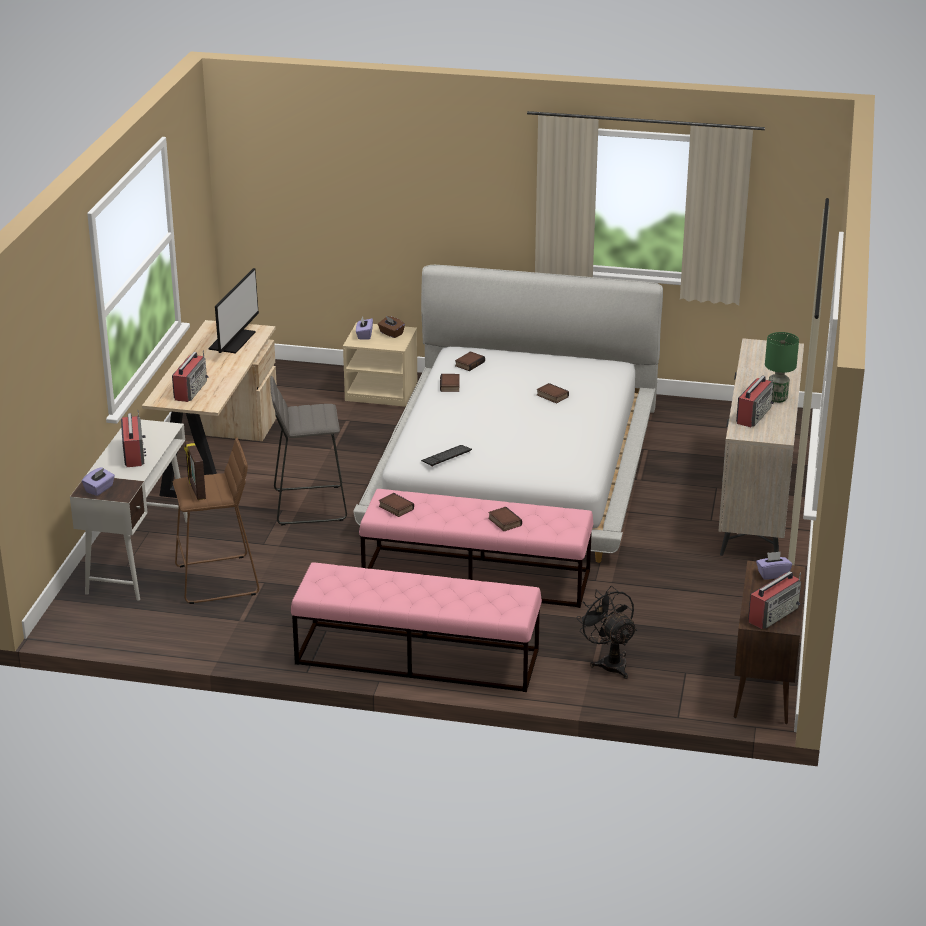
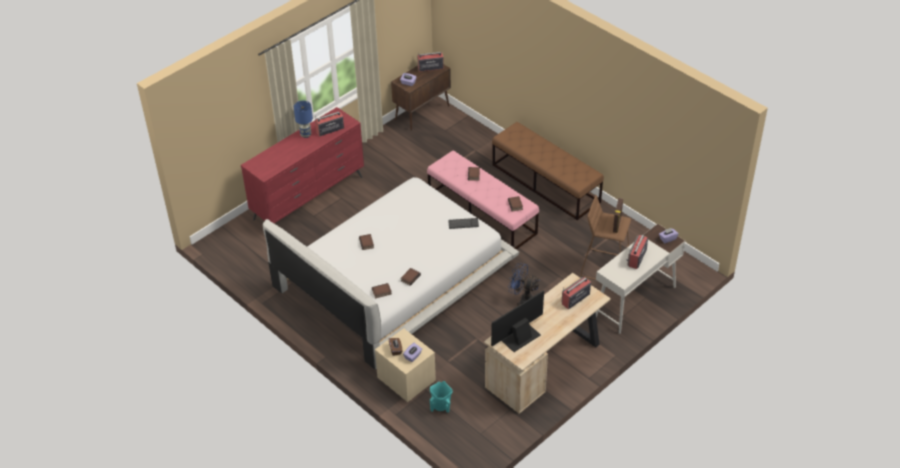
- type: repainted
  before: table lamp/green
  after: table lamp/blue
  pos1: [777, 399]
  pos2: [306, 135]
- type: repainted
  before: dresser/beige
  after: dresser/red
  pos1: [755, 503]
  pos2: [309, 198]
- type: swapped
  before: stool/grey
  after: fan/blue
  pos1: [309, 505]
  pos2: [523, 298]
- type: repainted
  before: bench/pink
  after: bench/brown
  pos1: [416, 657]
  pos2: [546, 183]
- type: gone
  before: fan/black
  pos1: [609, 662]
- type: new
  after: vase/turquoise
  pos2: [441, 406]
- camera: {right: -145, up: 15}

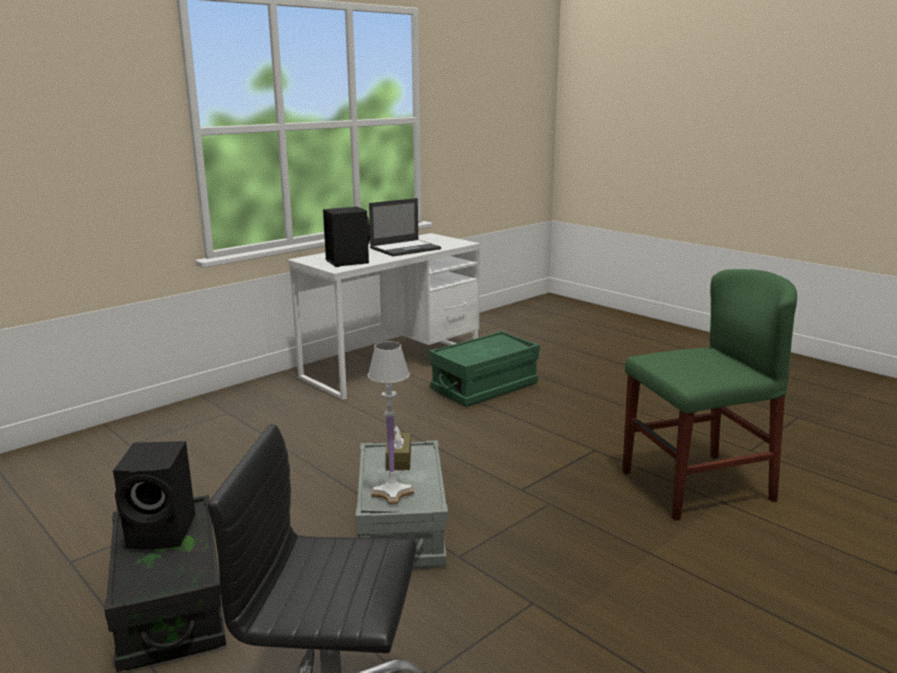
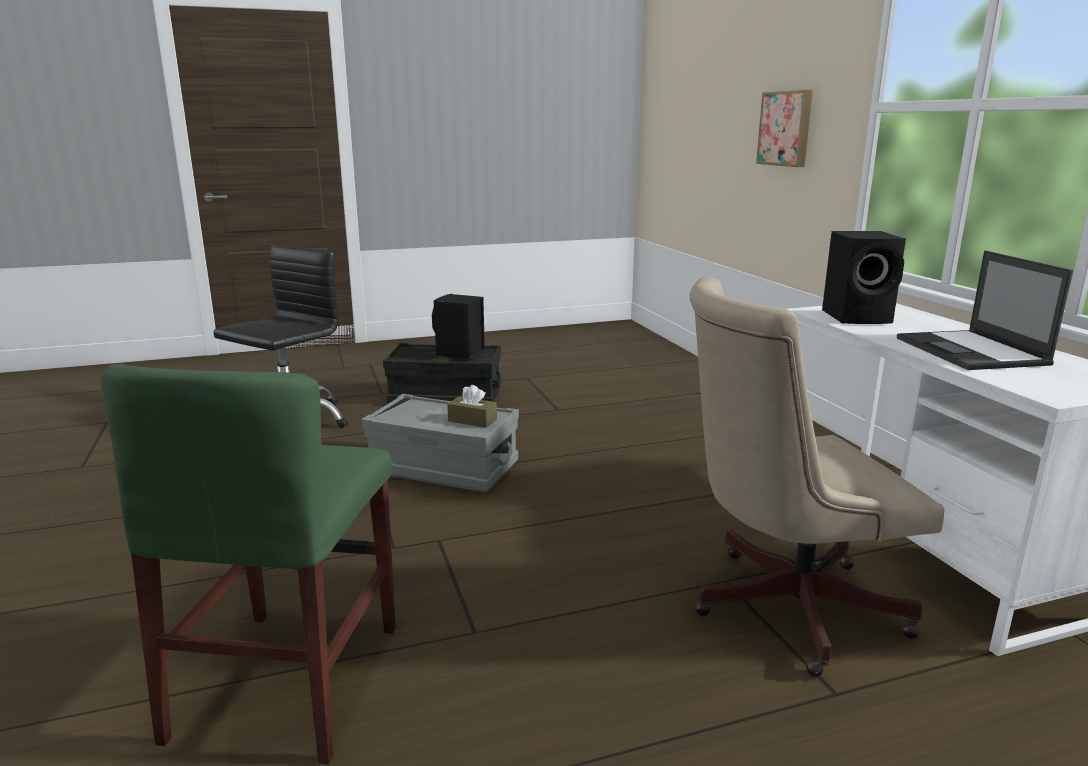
- type: swapped
  before: storage box/green
  after: office chair/beige
  pos1: [484, 387]
  pos2: [782, 606]
- type: gone
  before: table lamp/white
  pos1: [392, 493]
- type: new
  after: picture
  pos2: [786, 128]
- camera: {right: 115, up: 0}

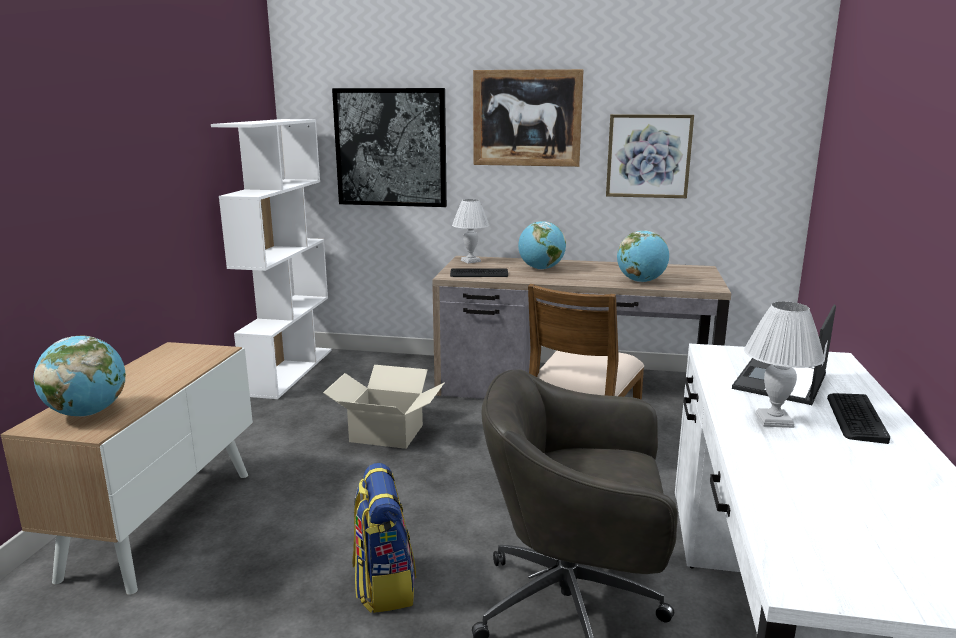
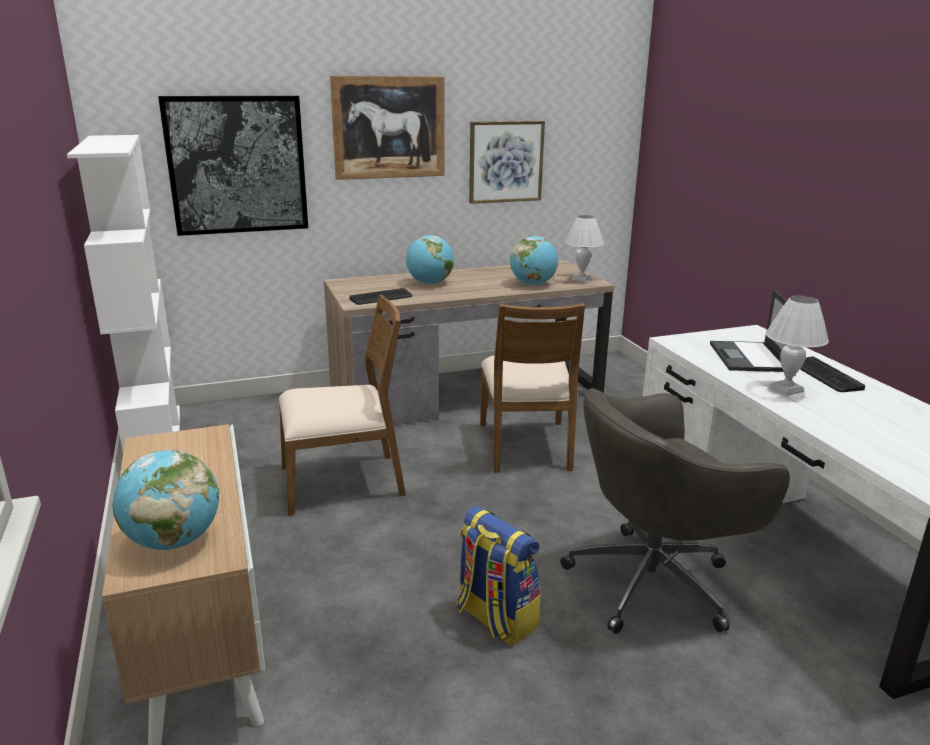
- type: shifted
  before: table lamp/white
  pos1: [470, 261]
  pos2: [581, 279]
- type: swapped
  before: cardboard box
  after: chair/brown
  pos1: [386, 433]
  pos2: [343, 482]
- camera: {right: -30, up: 5}

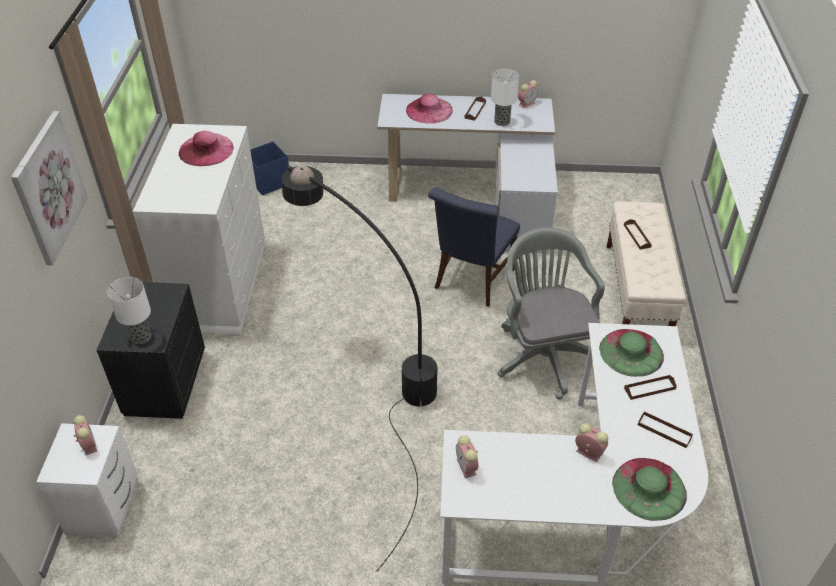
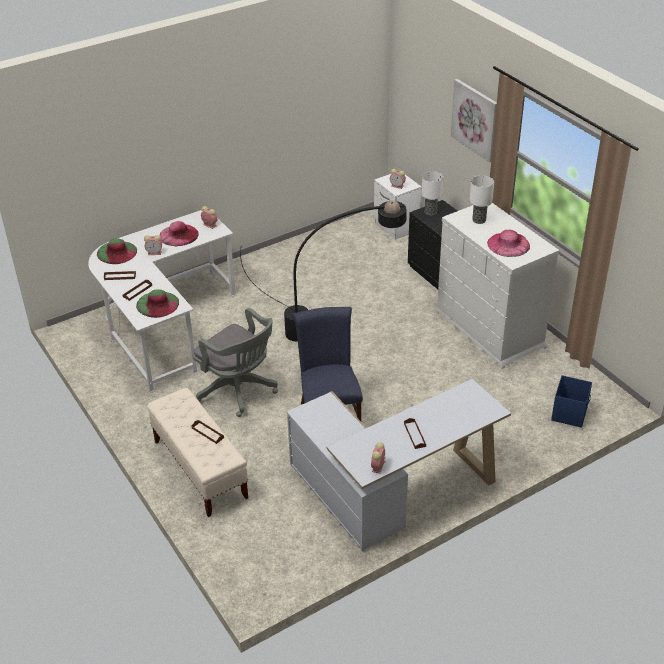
- type: shifted
  before: table lamp
  pos1: [502, 121]
  pos2: [479, 220]
- type: shifted
  before: hat/pink
  pos1: [429, 110]
  pos2: [179, 235]
- camera: {right: 145, up: -5}

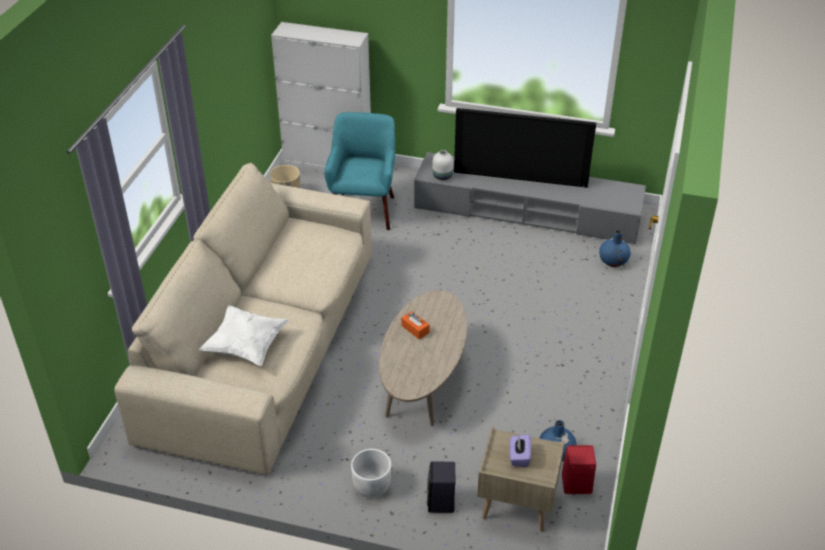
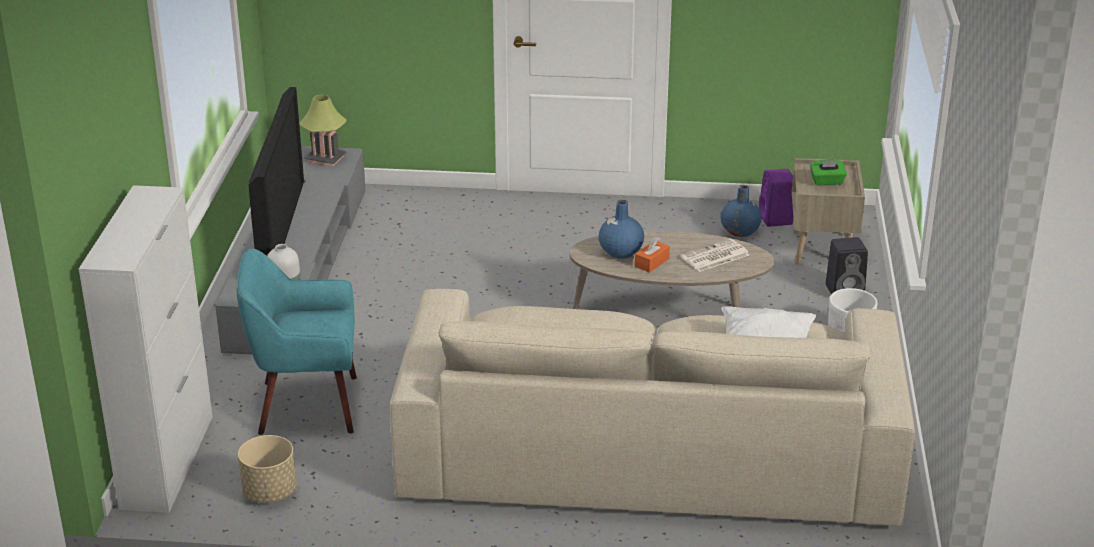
- type: shifted
  before: vase/blue
  pos1: [613, 261]
  pos2: [620, 251]
- type: repainted
  before: tissue box/purple
  after: tissue box/green
  pos1: [519, 457]
  pos2: [827, 182]
- type: repainted
  before: speaker/red
  after: speaker/purple
  pos1: [575, 484]
  pos2: [776, 220]
- type: new
  after: table lamp
  pos2: [325, 159]
- type: new
  after: newspaper
  pos2: [714, 257]
- camera: {right: -100, up: -10}

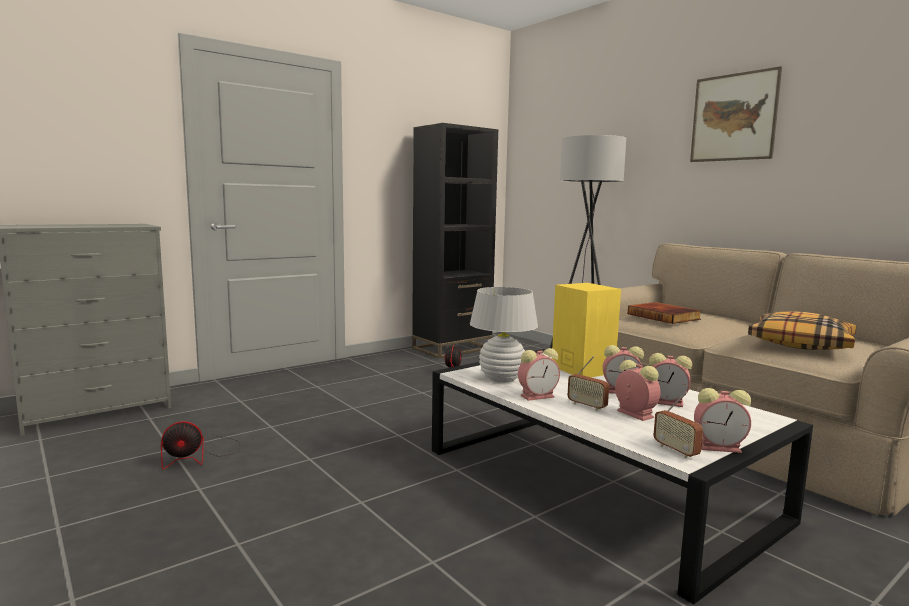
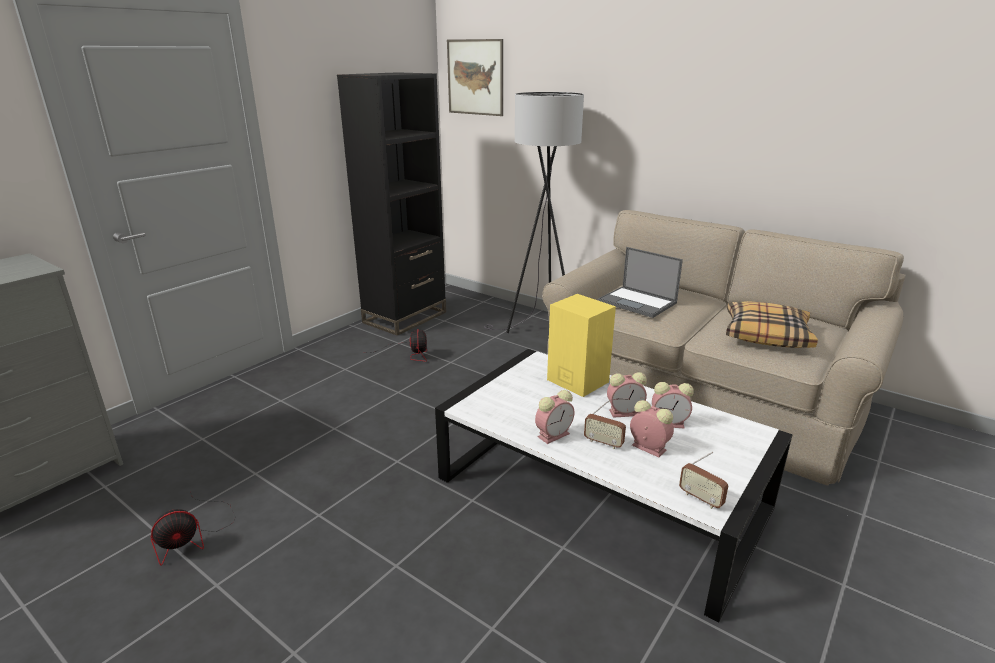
- type: shifted
  before: picture
  pos1: [733, 117]
  pos2: [475, 77]
- type: gone
  before: table lamp/white
  pos1: [502, 379]
- type: swapped
  before: book
  after: laptop
  pos1: [664, 316]
  pos2: [638, 302]
- type: gone
  before: alarm clock
  pos1: [720, 447]
- camera: {right: -15, up: 15}

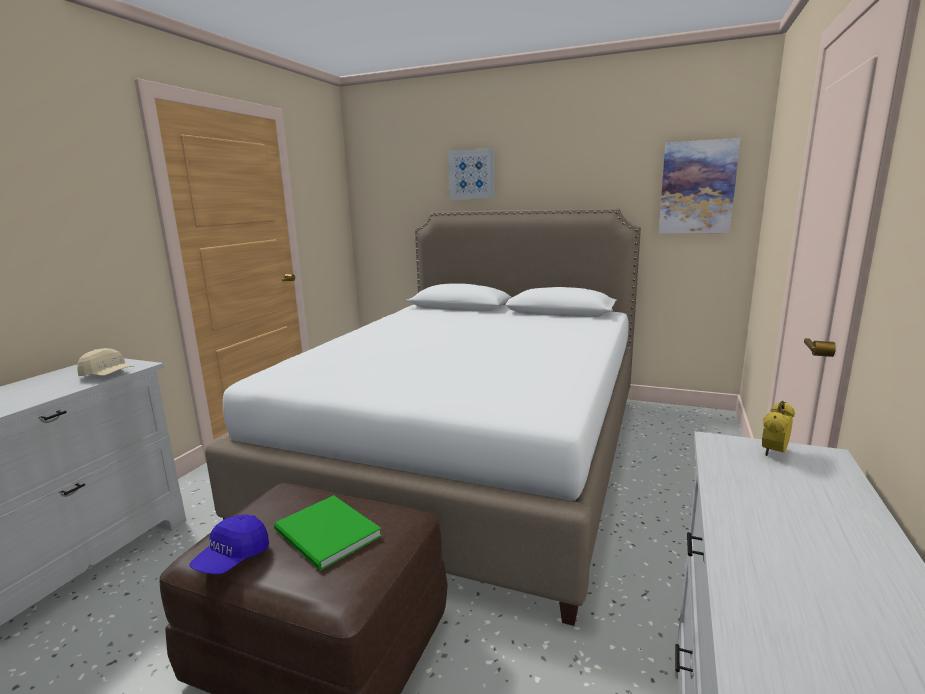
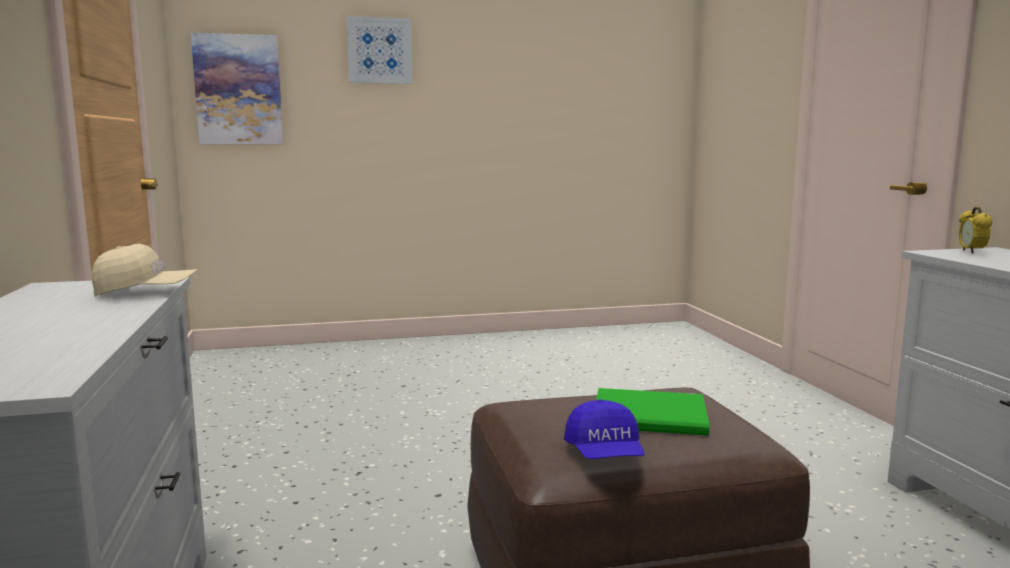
- type: shifted
  before: picture
  pos1: [697, 187]
  pos2: [238, 90]
- type: gone
  before: bed/white
  pos1: [471, 453]
- camera: {right: -35, up: -5}

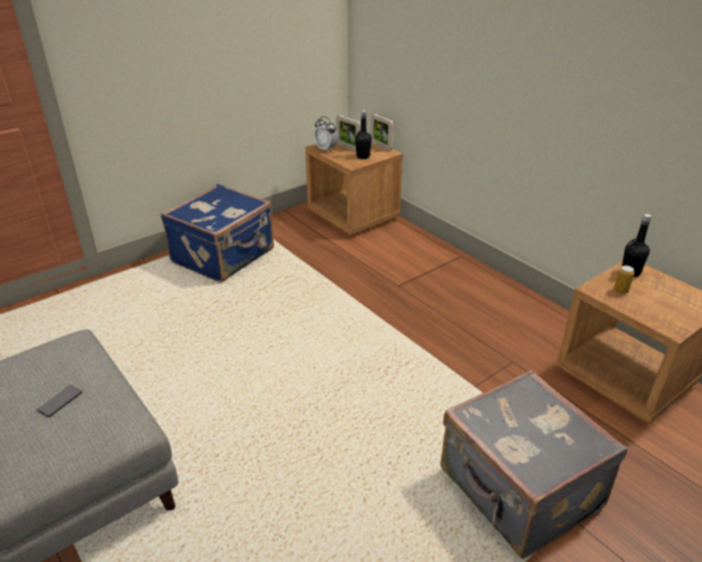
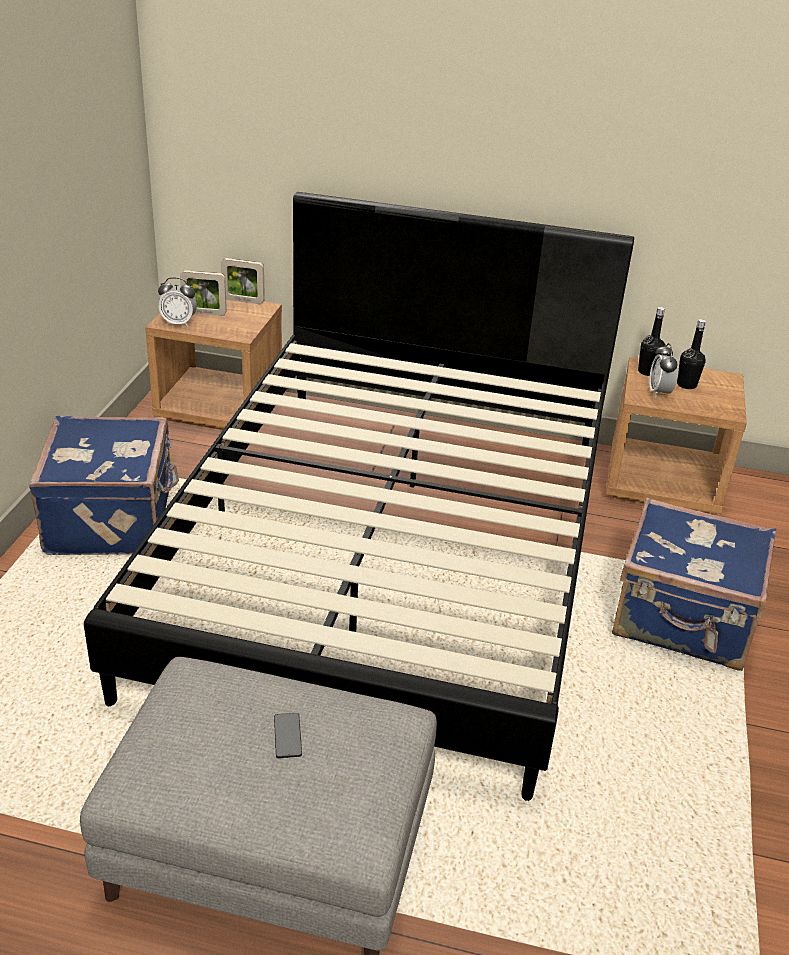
- type: shifted
  before: bottle/black
  pos1: [363, 156]
  pos2: [686, 385]
- type: swapped
  before: can
  after: alarm clock
  pos1: [621, 291]
  pos2: [659, 392]
- type: repainted
  before: suitcase/grey
  after: suitcase/blue
  pos1: [518, 491]
  pos2: [683, 621]
- type: new
  after: bed/black
  pos2: [391, 554]
- camera: {right: -40, up: 0}

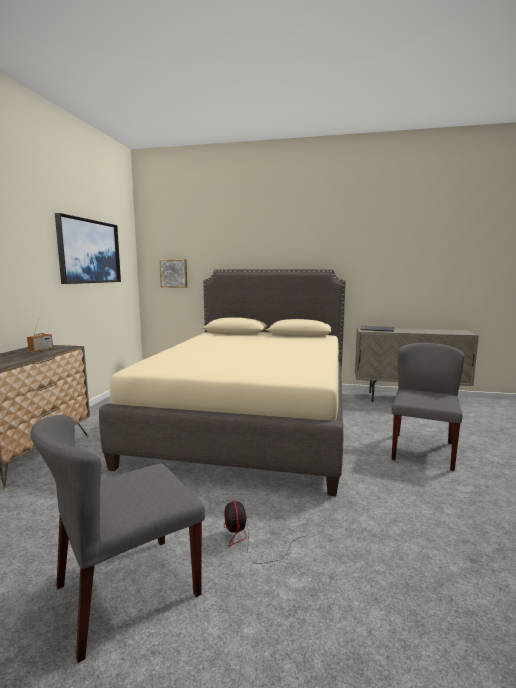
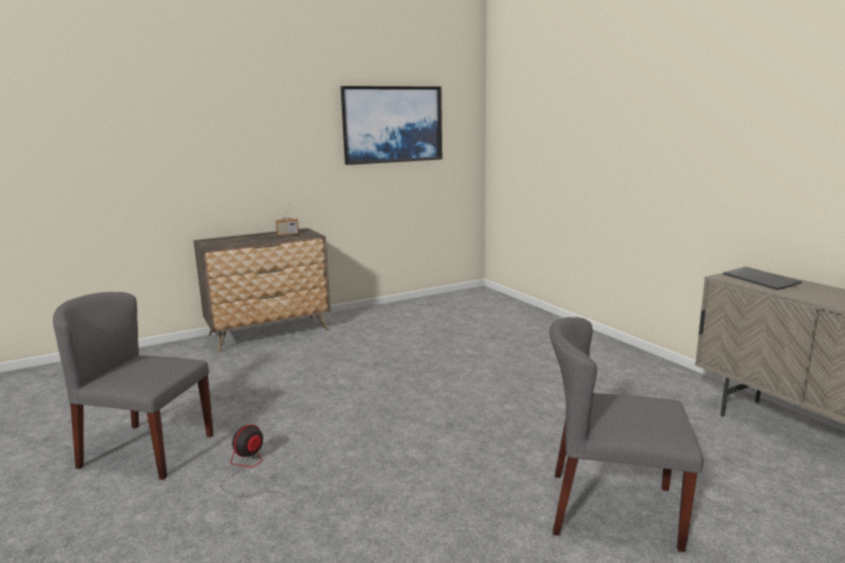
- type: gone
  before: picture
  pos1: [174, 273]
- type: gone
  before: bed/beige
  pos1: [251, 420]
- type: rotated
  before: chair/grey
  pos1: [422, 450]
  pos2: [612, 510]
  turn: -150
- camera: {right: 50, up: 5}

